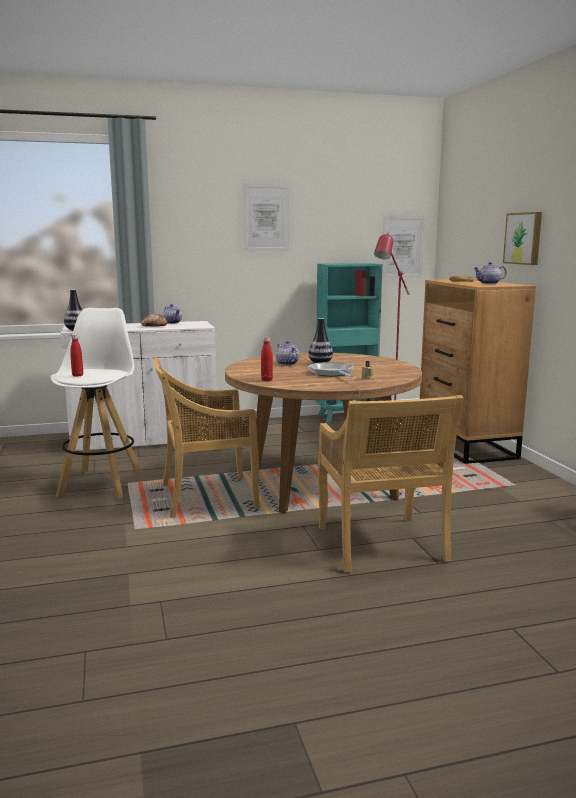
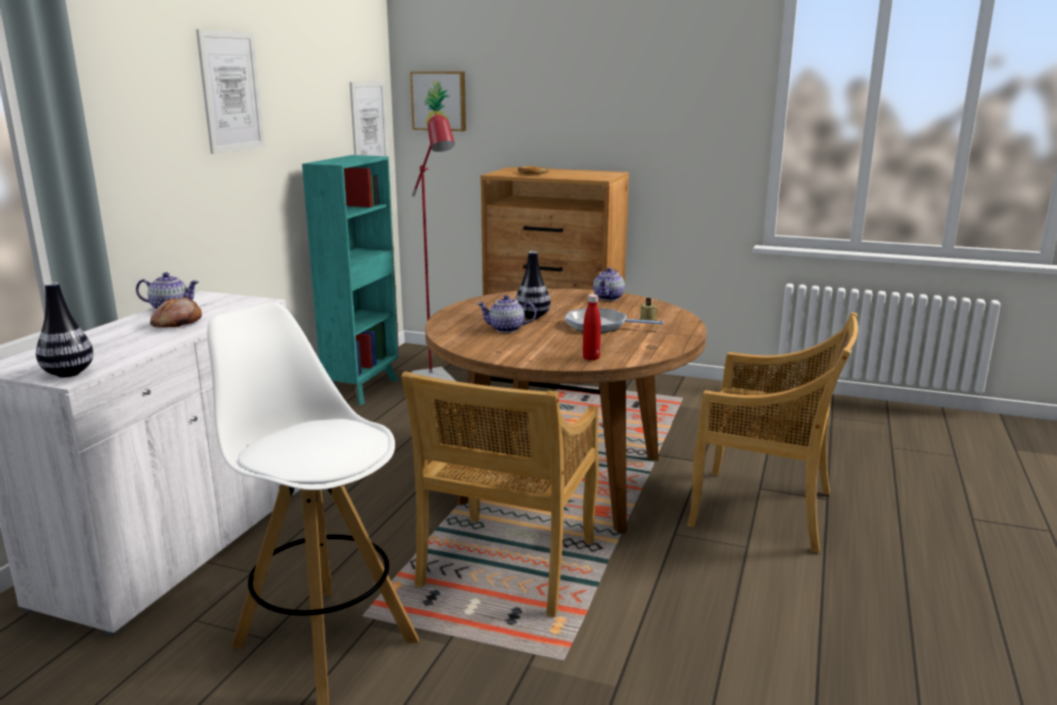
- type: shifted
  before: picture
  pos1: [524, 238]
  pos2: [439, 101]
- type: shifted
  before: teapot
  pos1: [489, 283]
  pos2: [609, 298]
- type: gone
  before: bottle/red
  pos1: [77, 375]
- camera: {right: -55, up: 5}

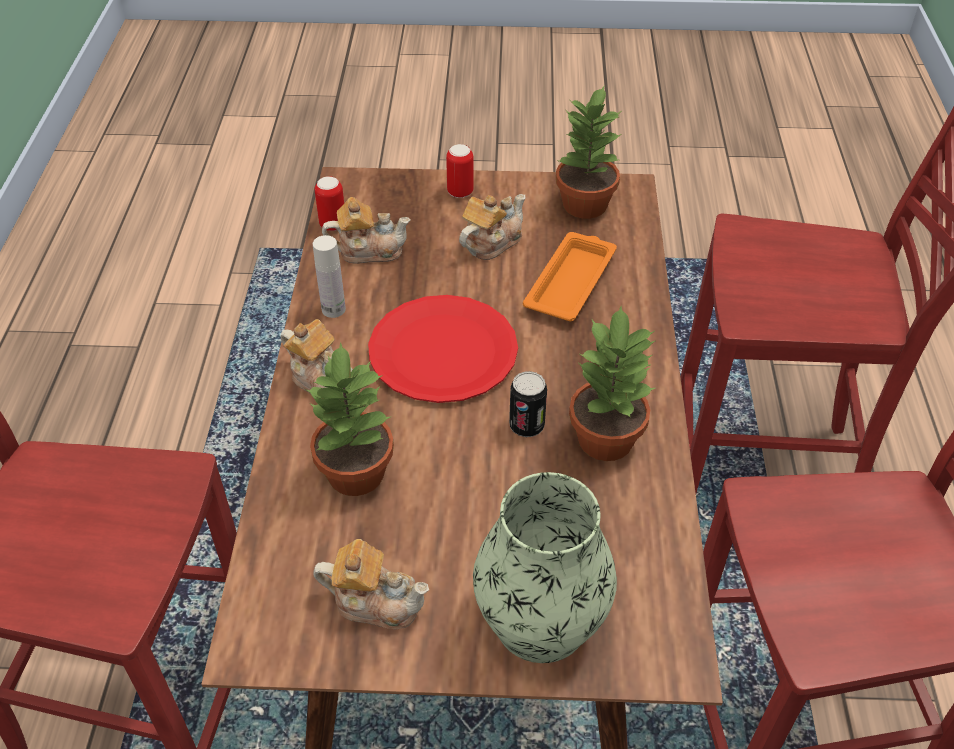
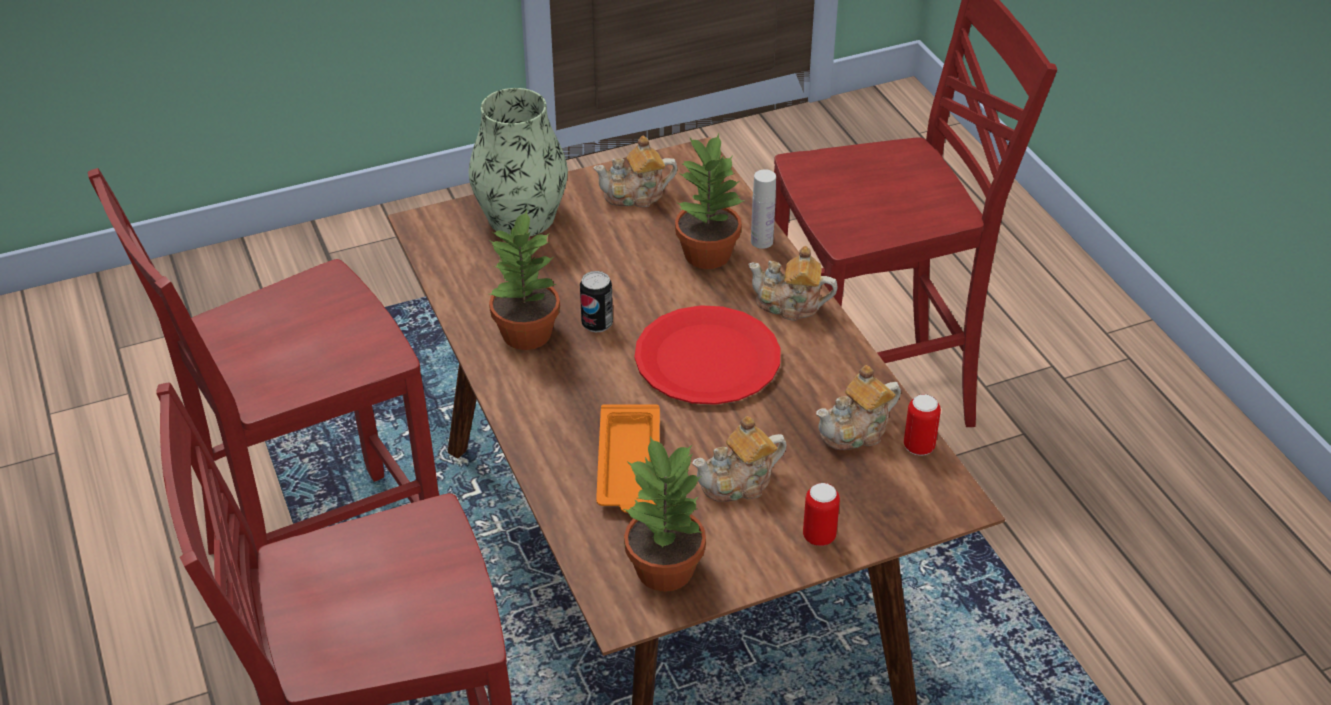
- type: rotated
  before: teapot
  pos1: [491, 242]
  pos2: [739, 483]
  turn: 45
- type: shifted
  before: bottle/white
  pos1: [333, 309]
  pos2: [761, 241]
- camera: {right: 155, up: -5}

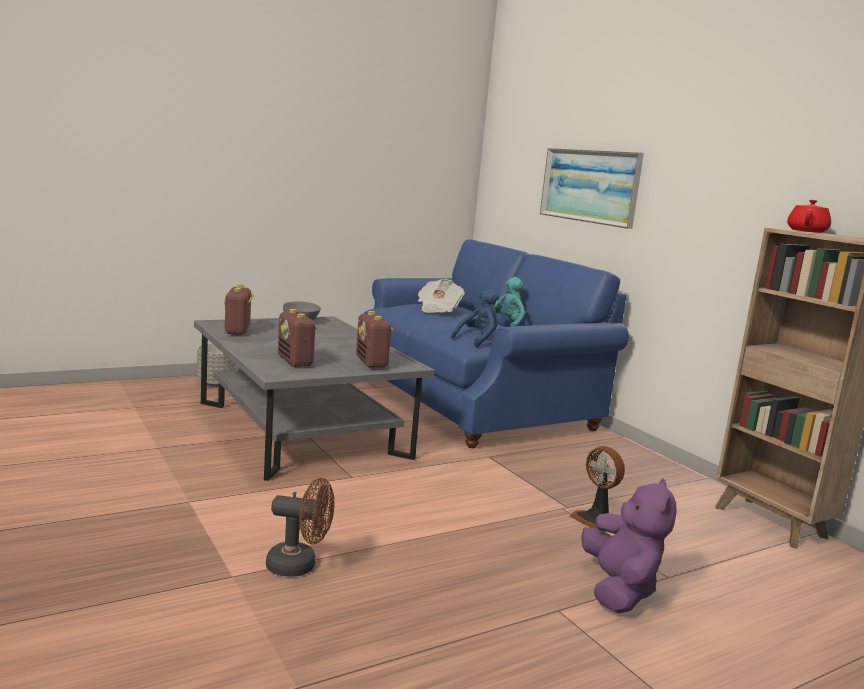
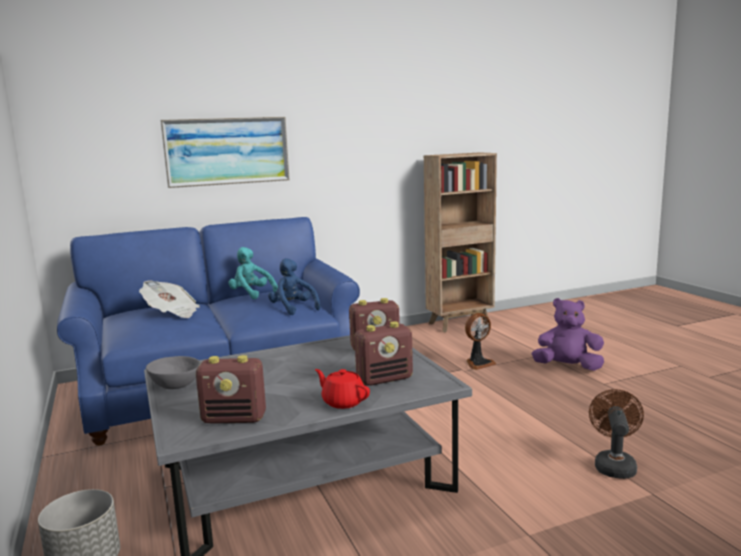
- type: shifted
  before: teapot/red
  pos1: [807, 231]
  pos2: [343, 402]
- camera: {right: -80, up: 0}

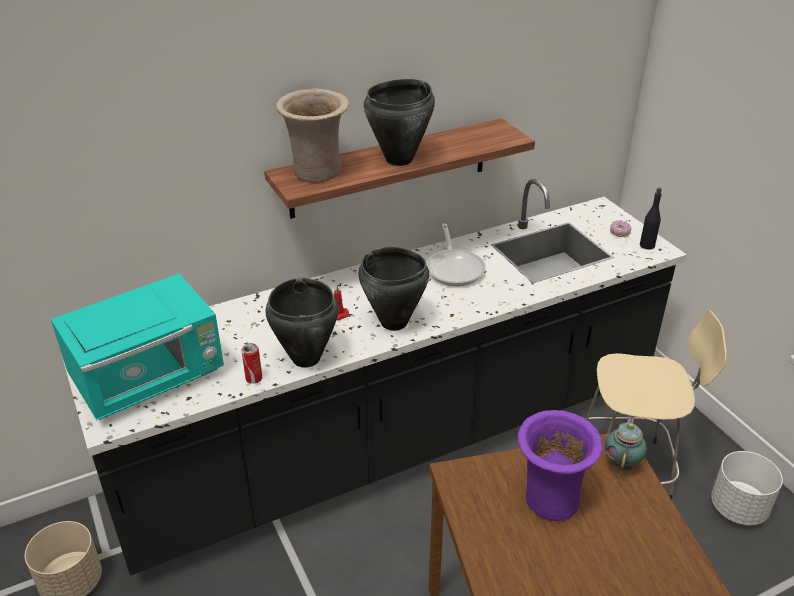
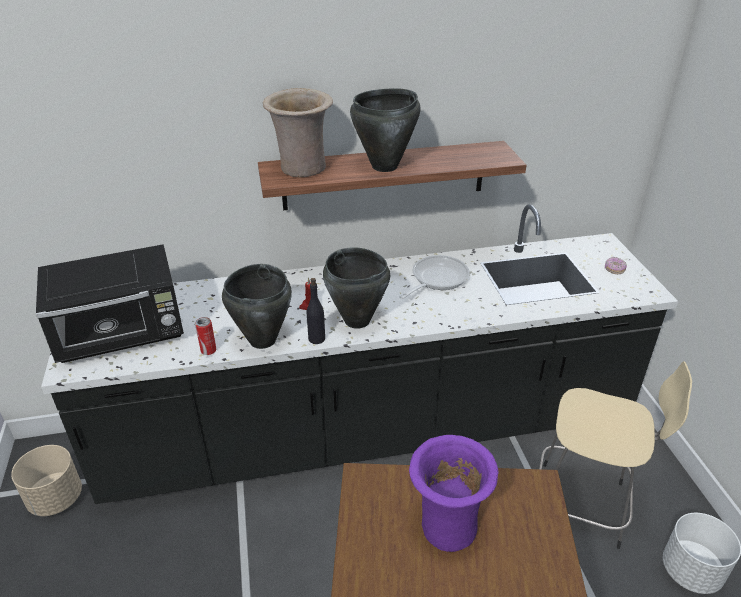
- type: shifted
  before: bottle/black
  pos1: [647, 245]
  pos2: [317, 338]
- type: rotated
  before: frying pan
  pos1: [454, 268]
  pos2: [436, 279]
  turn: -150
- type: repainted
  before: microwave/turquoise
  after: microwave/black
  pos1: [150, 379]
  pos2: [123, 335]
- type: gone
  before: teapot
  pos1: [622, 462]
- camera: {right: 15, up: 0}

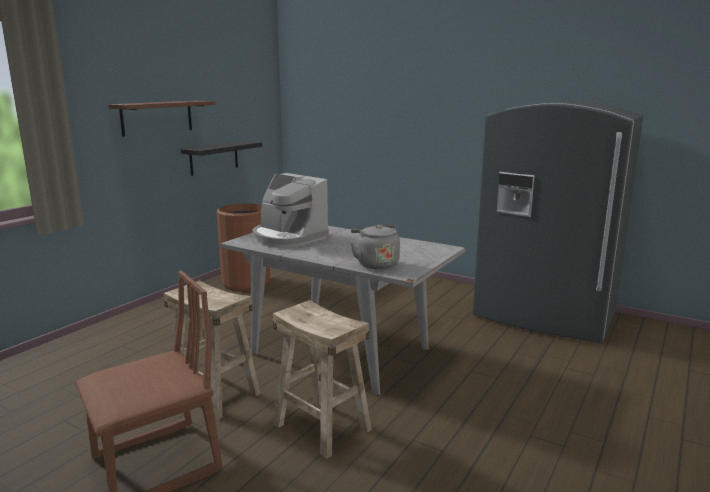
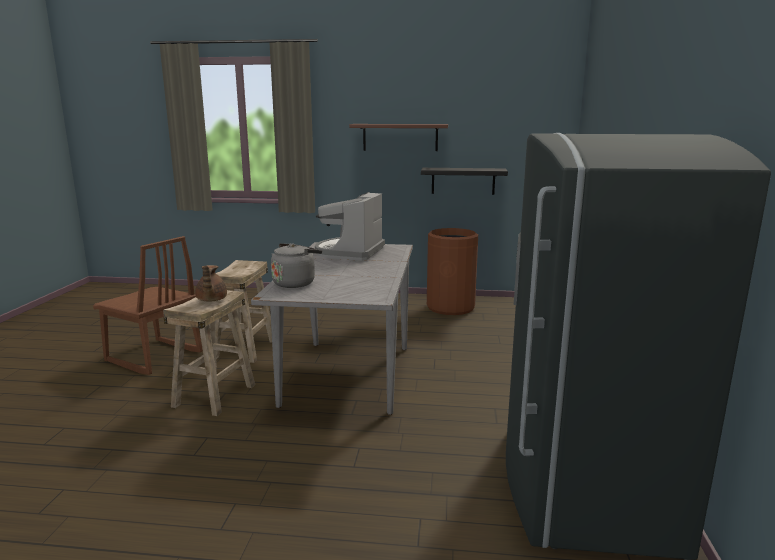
- type: new
  after: teapot/brown
  pos2: [211, 300]
- camera: {right: 65, up: 0}

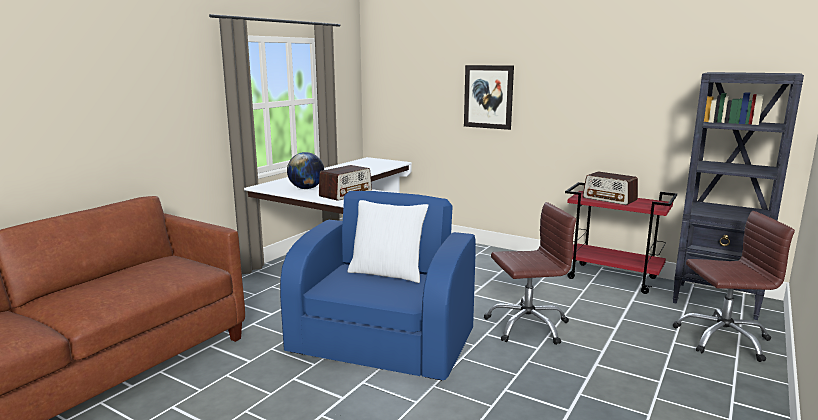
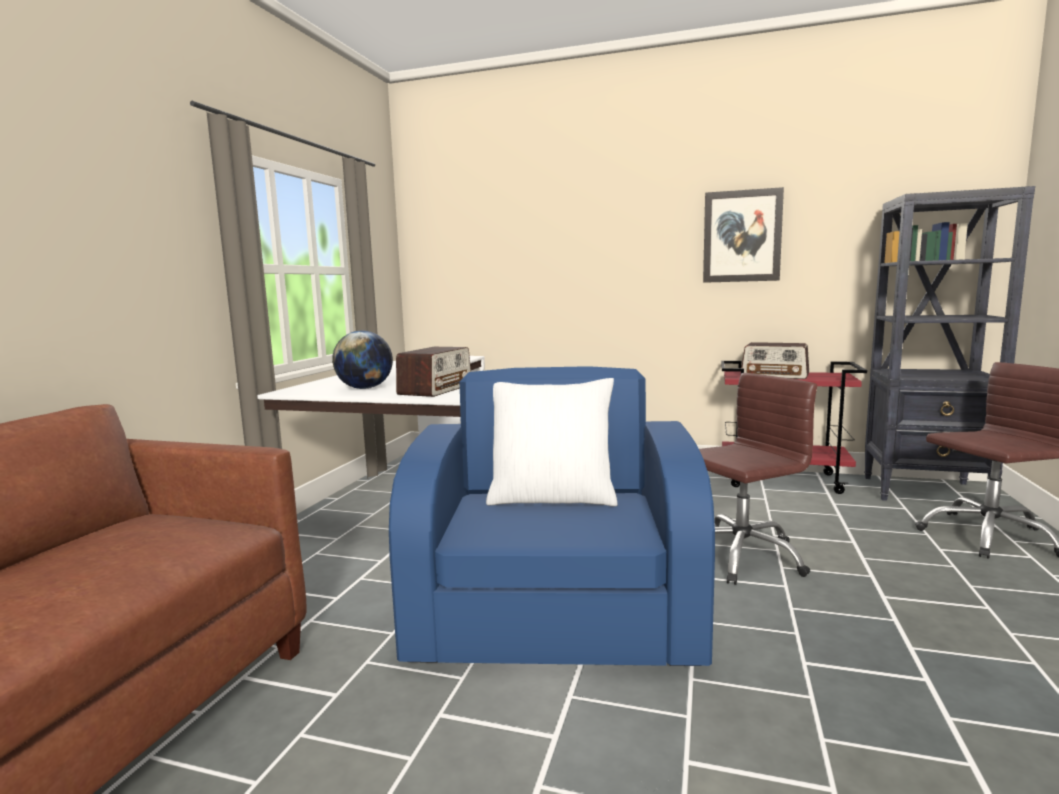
- type: shifted
  before: picture
  pos1: [488, 97]
  pos2: [742, 236]
- camera: {right: -15, up: -5}

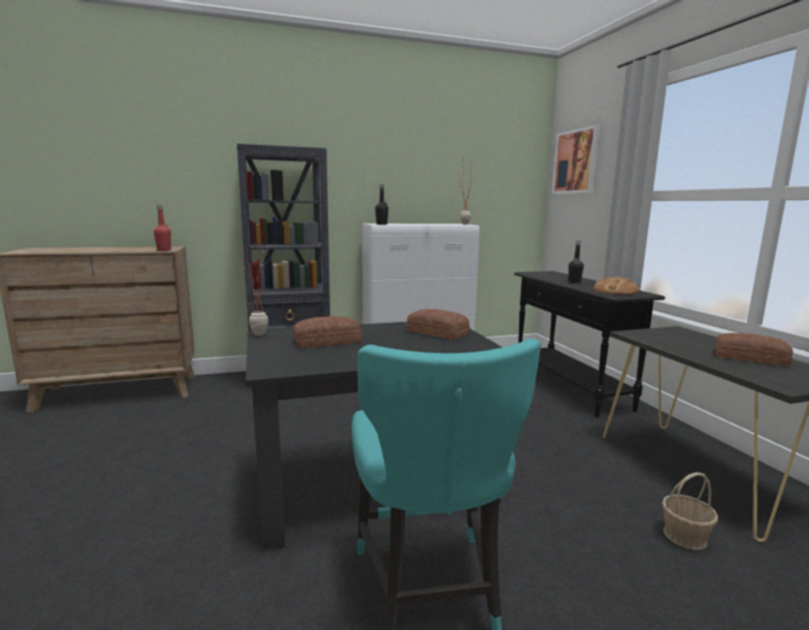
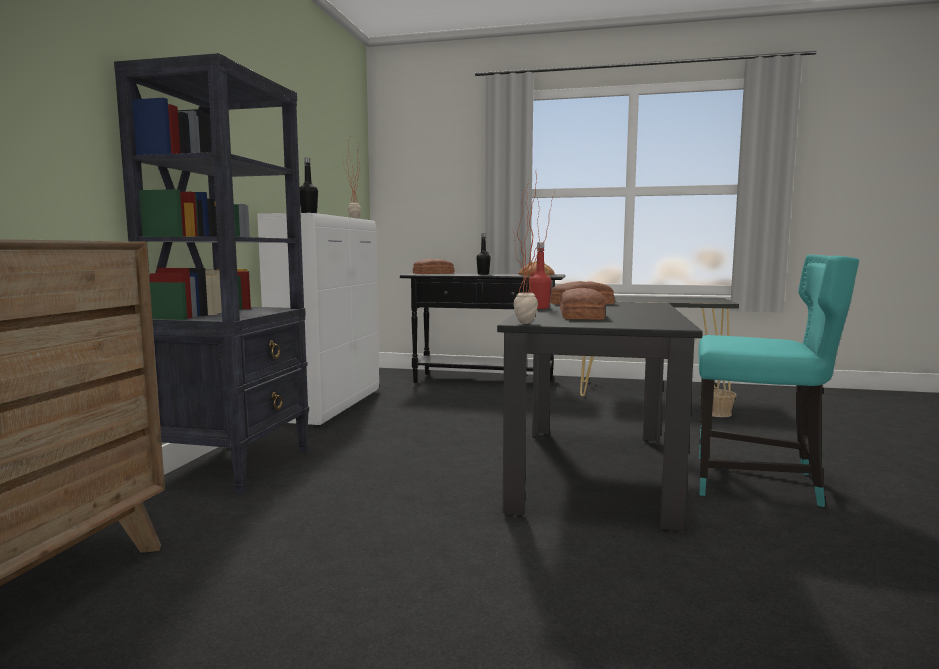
- type: gone
  before: picture
  pos1: [576, 162]
- type: shifted
  before: bottle/red
  pos1: [164, 250]
  pos2: [539, 308]
- type: shifted
  before: bread
  pos1: [749, 357]
  pos2: [432, 273]
- camera: {right: -60, up: -5}

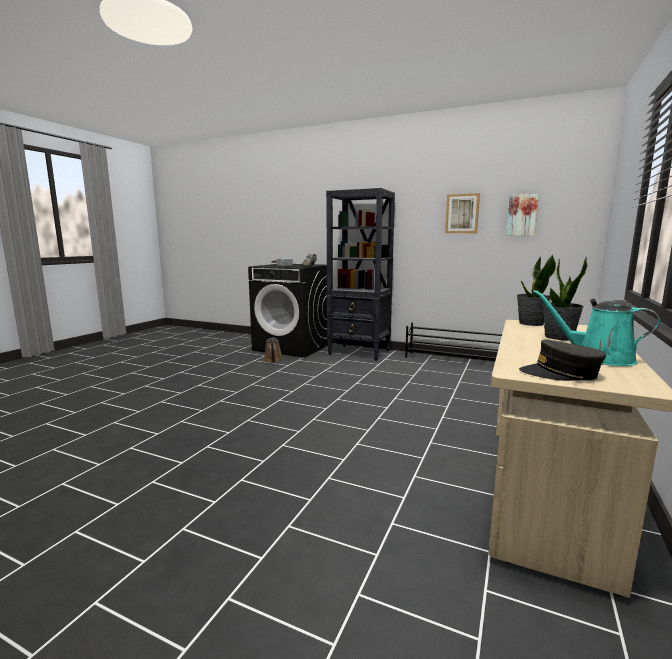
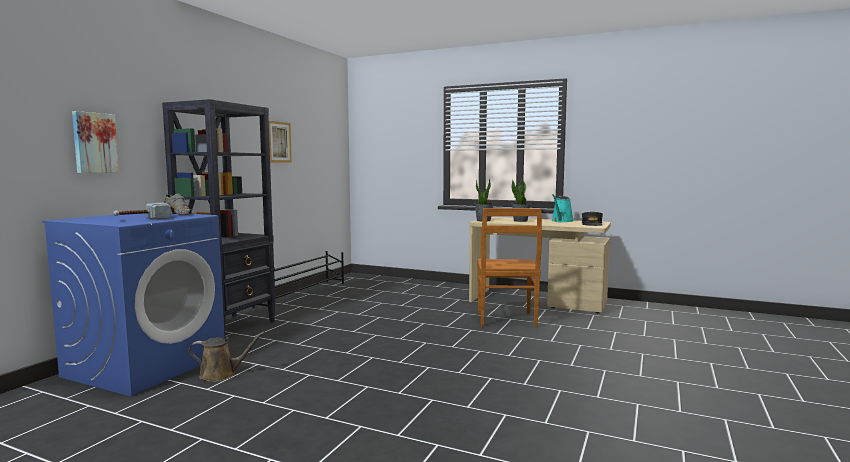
- type: shifted
  before: picture
  pos1: [522, 215]
  pos2: [94, 143]
- type: repainted
  before: washing machine/black
  after: washing machine/blue
  pos1: [293, 347]
  pos2: [147, 365]
- type: new
  after: chair/brown
  pos2: [506, 320]
- camera: {right: -90, up: -5}

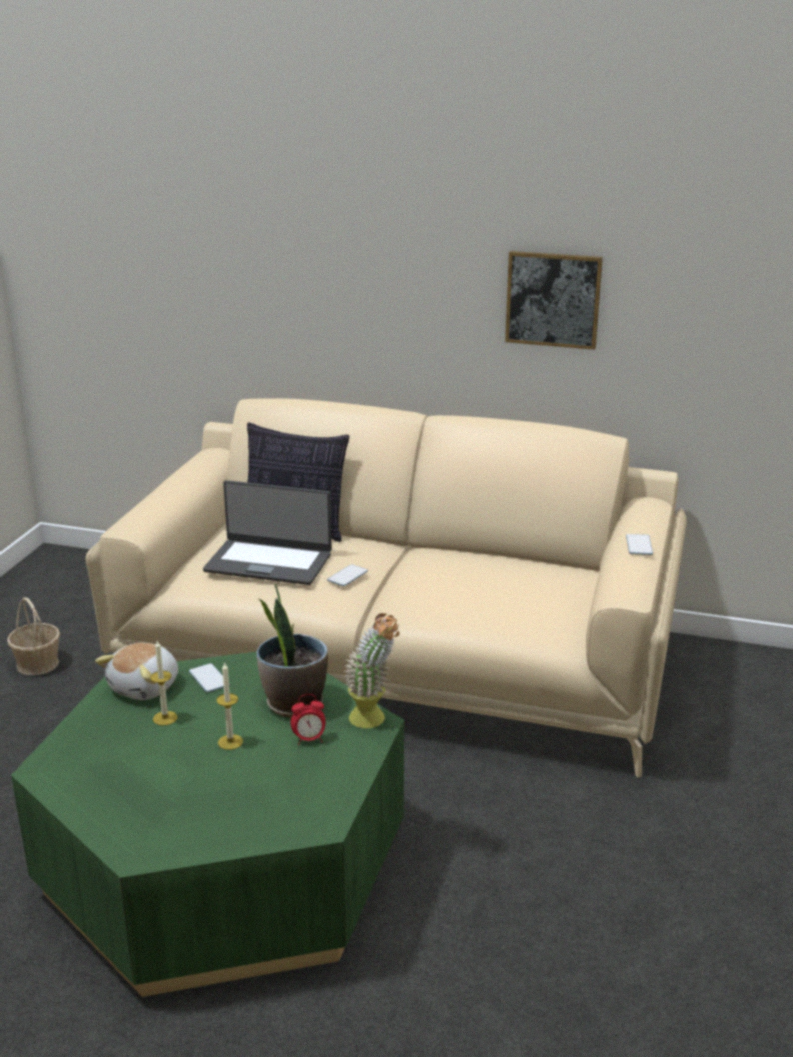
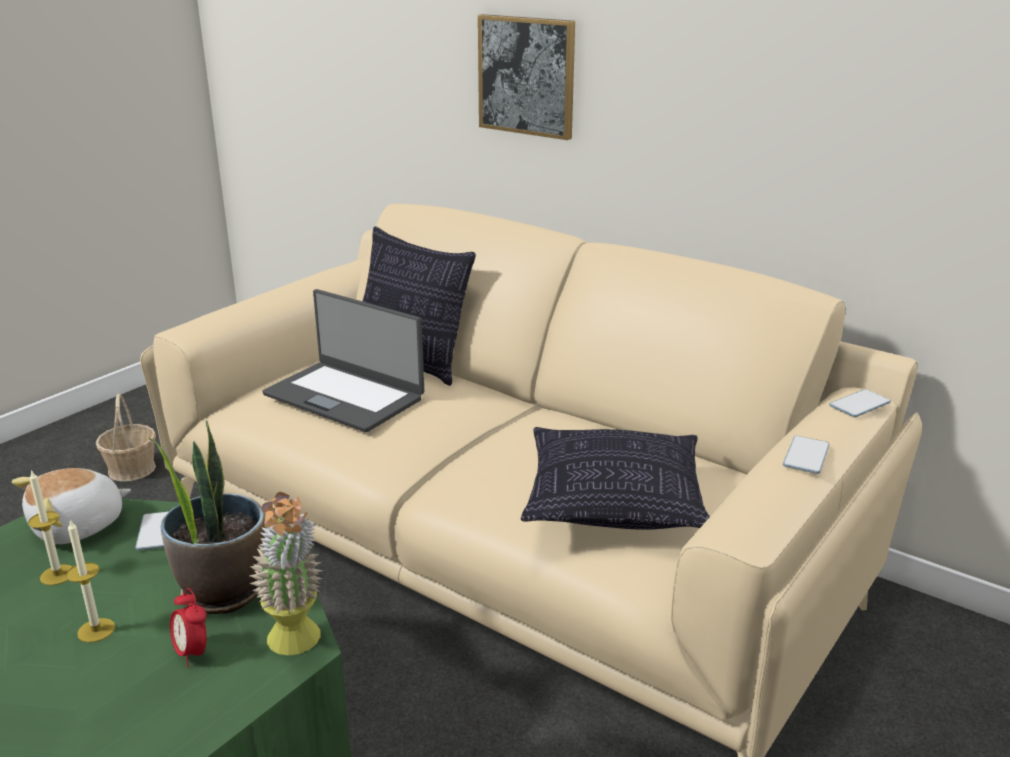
- type: shifted
  before: picture
  pos1: [553, 299]
  pos2: [527, 76]
- type: shifted
  before: phone
  pos1: [347, 576]
  pos2: [859, 405]
- type: rotated
  before: alarm clock
  pos1: [309, 740]
  pos2: [192, 653]
  turn: 45
- type: new
  after: pillow
  pos2: [614, 502]
- camera: {right: 20, up: 0}

